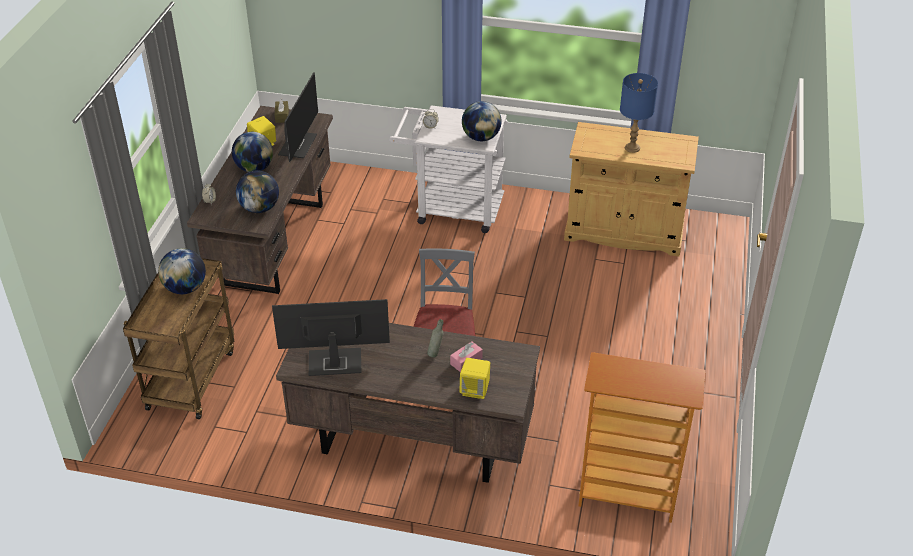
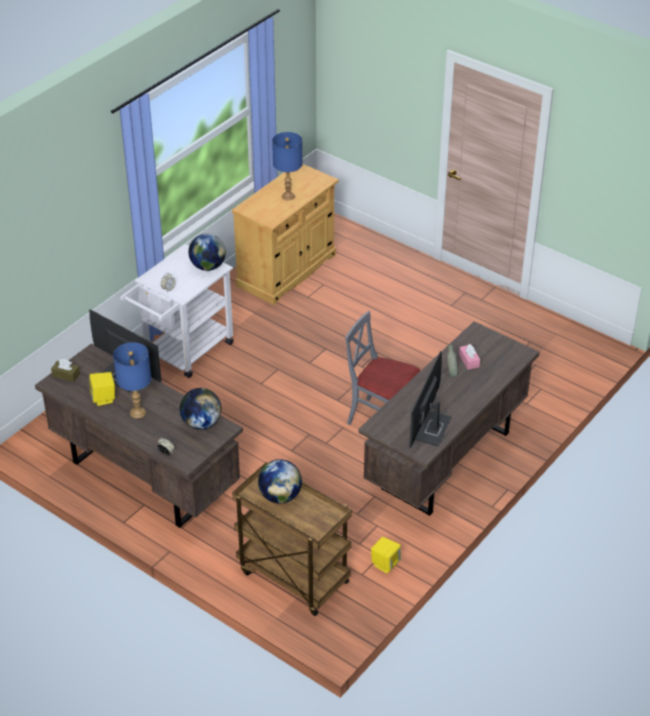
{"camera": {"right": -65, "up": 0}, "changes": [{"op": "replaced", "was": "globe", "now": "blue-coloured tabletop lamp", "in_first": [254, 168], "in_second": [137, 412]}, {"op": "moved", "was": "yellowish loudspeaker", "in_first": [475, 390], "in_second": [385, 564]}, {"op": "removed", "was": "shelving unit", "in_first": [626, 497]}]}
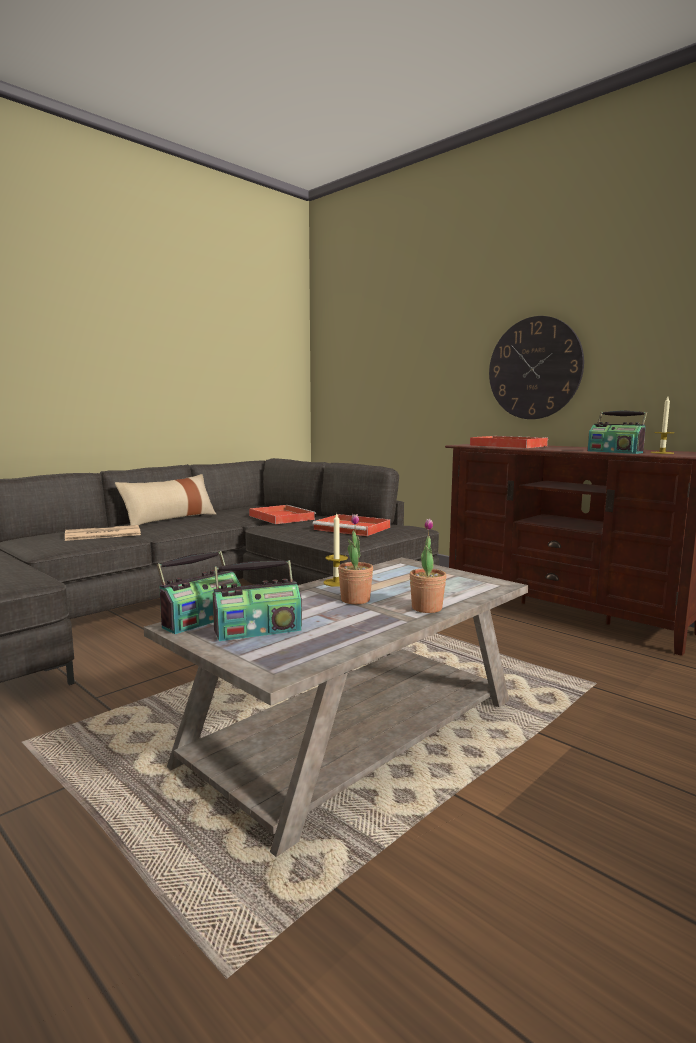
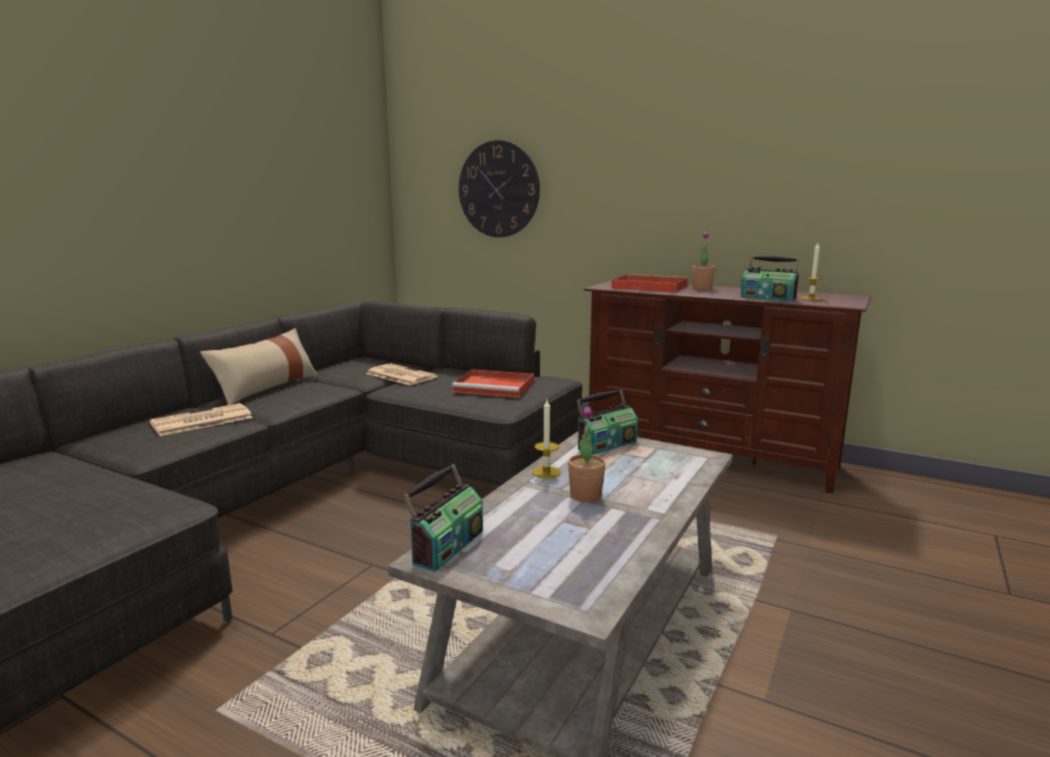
{"camera": {"right": -15, "up": 5}, "changes": [{"op": "moved", "was": "radio set", "in_first": [258, 630], "in_second": [606, 445]}, {"op": "replaced", "was": "red-coloured tray", "now": "daily paper", "in_first": [280, 517], "in_second": [400, 375]}, {"op": "moved", "was": "potted plant", "in_first": [426, 608], "in_second": [702, 288]}, {"op": "moved", "was": "wall clock", "in_first": [534, 368], "in_second": [498, 189]}]}
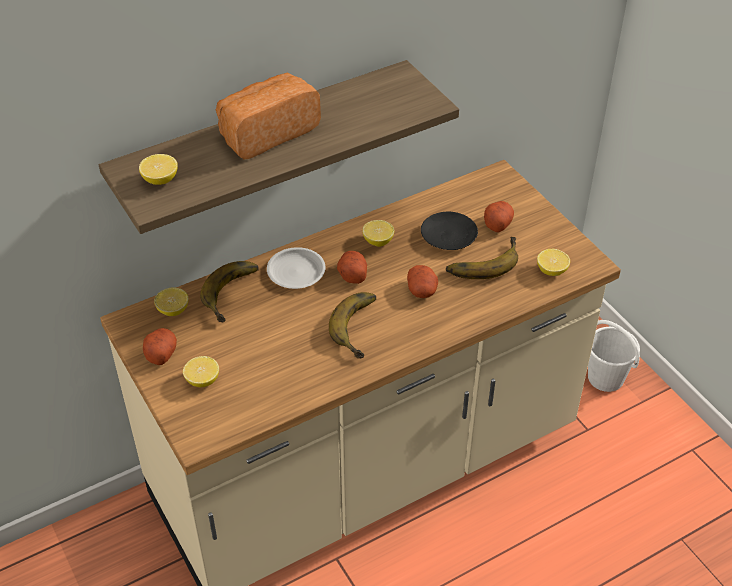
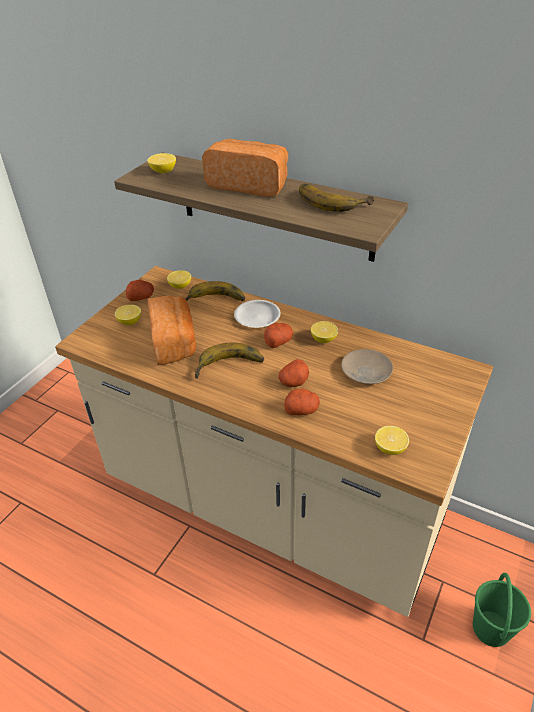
{"camera": {"right": 60, "up": -5}, "changes": [{"op": "recoloured", "was": "black flat dish", "now": "beige-coloured flat dish", "in_first": [449, 237], "in_second": [366, 372]}, {"op": "moved", "was": "whole banana", "in_first": [481, 261], "in_second": [332, 200]}, {"op": "moved", "was": "potato", "in_first": [497, 223], "in_second": [302, 410]}, {"op": "recoloured", "was": "whitish water bucket", "now": "green water bucket", "in_first": [606, 378], "in_second": [491, 629]}, {"op": "added", "now": "baked bread", "in_second": [174, 342]}]}
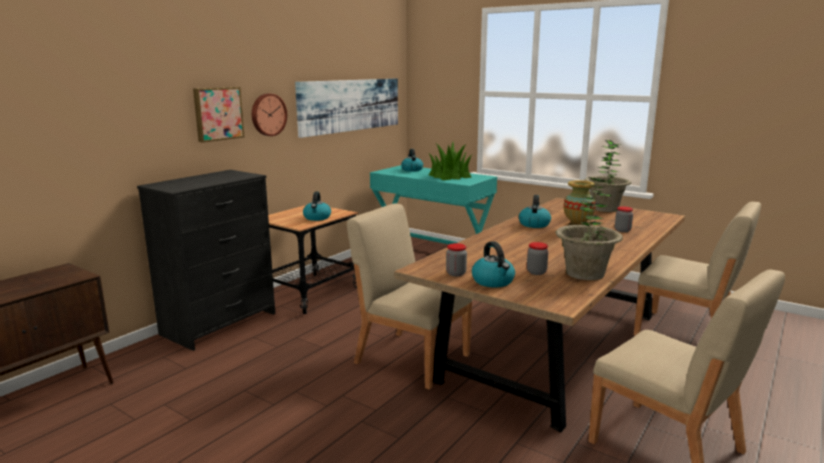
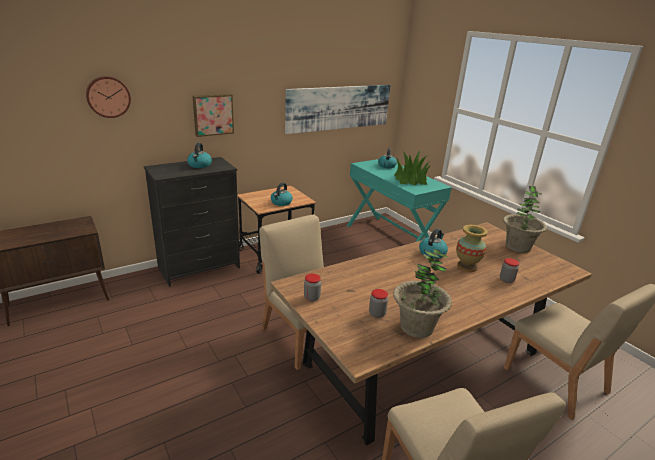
{"camera": {"right": 20, "up": 10}, "changes": [{"op": "moved", "was": "wall clock", "in_first": [268, 114], "in_second": [108, 96]}, {"op": "moved", "was": "kettle", "in_first": [493, 281], "in_second": [199, 165]}]}
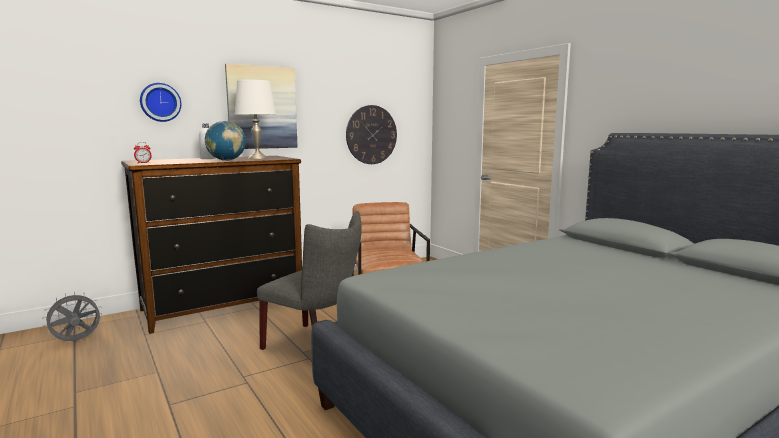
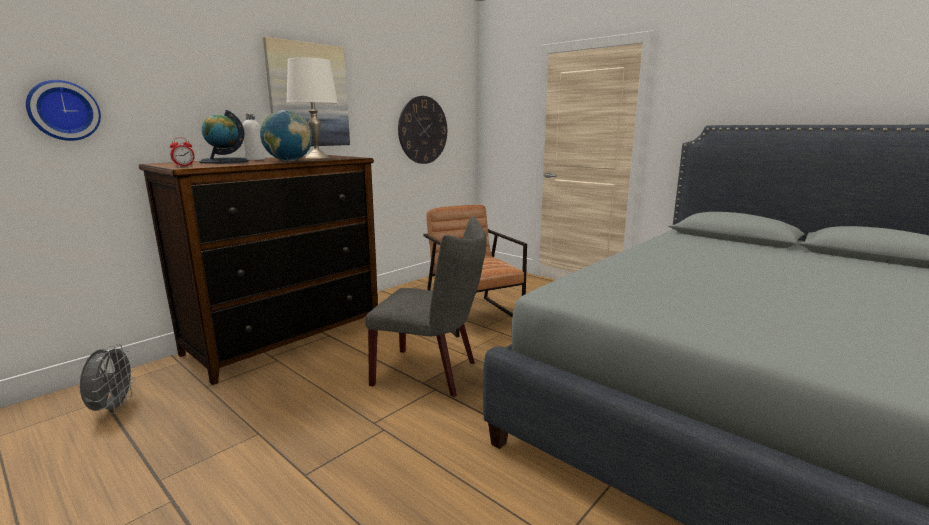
{"camera": {"right": -15, "up": 5}, "changes": [{"op": "turned", "was": "grey cooling fan", "in_first": [76, 341], "in_second": [113, 408], "clockwise": 135}, {"op": "moved", "was": "wall clock", "in_first": [160, 102], "in_second": [63, 110]}, {"op": "added", "now": "globe", "in_second": [224, 161]}]}
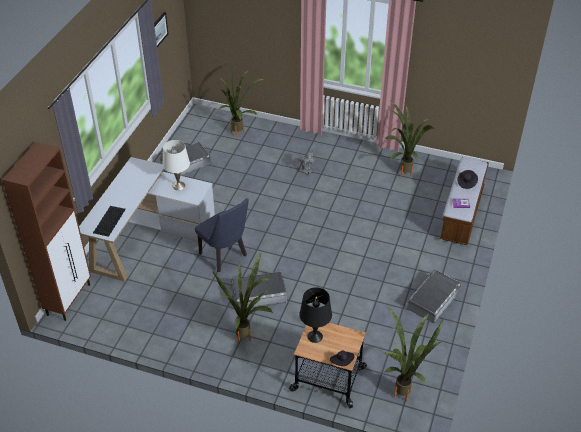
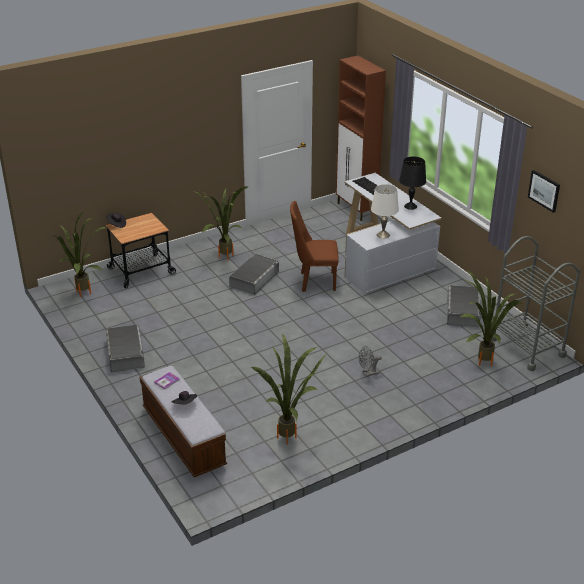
{"camera": {"right": 130, "up": -10}, "changes": [{"op": "recoloured", "was": "blue-coloured upright chair", "now": "brown upright chair", "in_first": [225, 257], "in_second": [314, 281]}, {"op": "moved", "was": "black tabletop lamp", "in_first": [314, 336], "in_second": [410, 206]}, {"op": "added", "now": "grey wheeled cart", "in_second": [527, 347]}]}
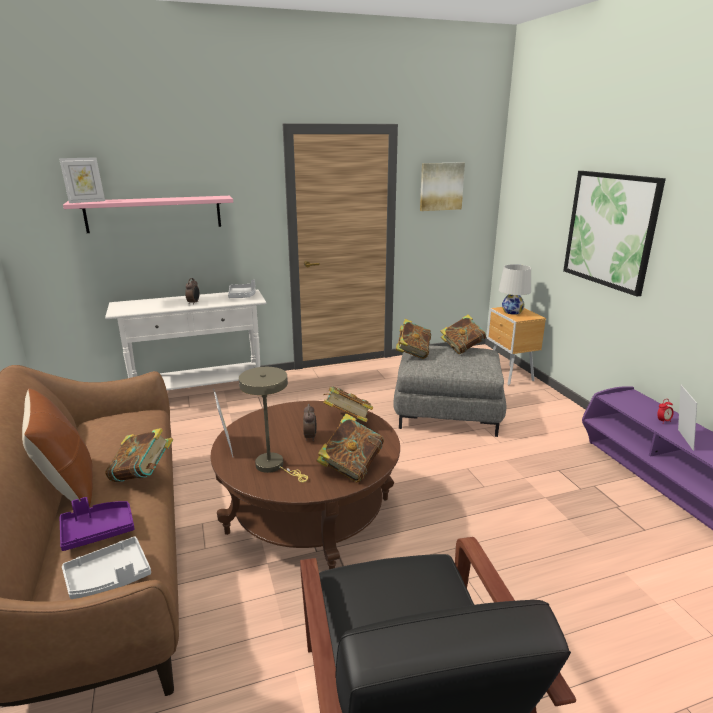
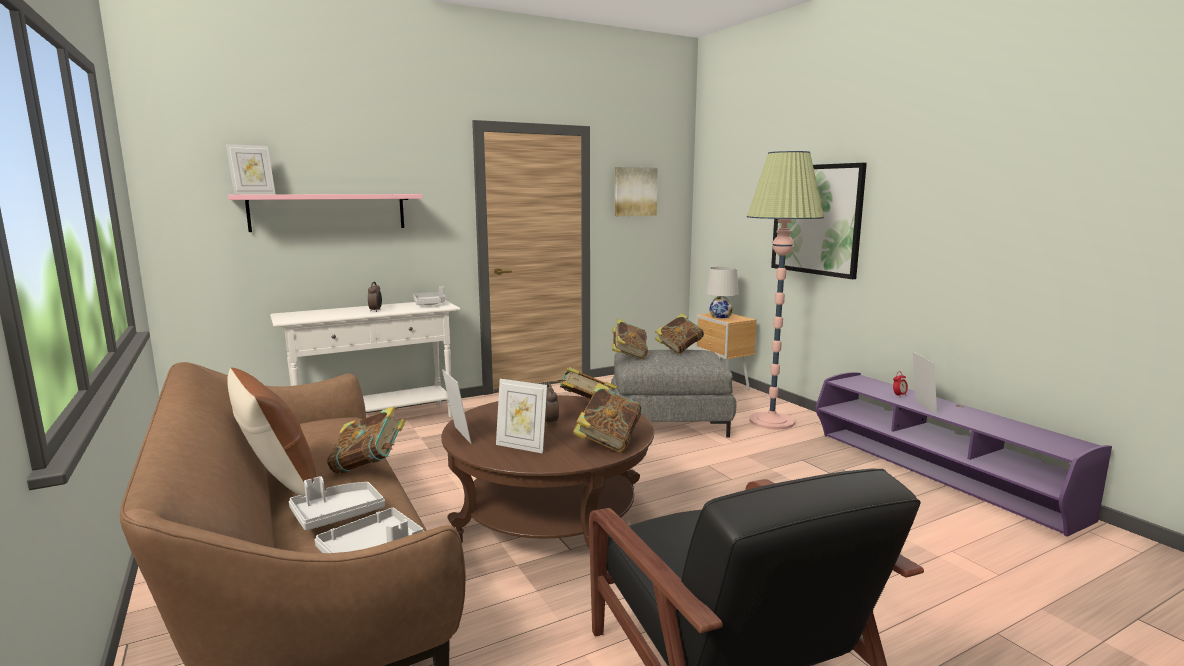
{"camera": {"right": -10, "up": -10}, "changes": [{"op": "recoloured", "was": "purplish tray", "now": "grey tray", "in_first": [97, 531], "in_second": [337, 514]}, {"op": "replaced", "was": "beige-coloured tabletop lamp", "now": "picture frame", "in_first": [274, 466], "in_second": [521, 447]}, {"op": "added", "now": "standard lamp", "in_second": [771, 421]}]}
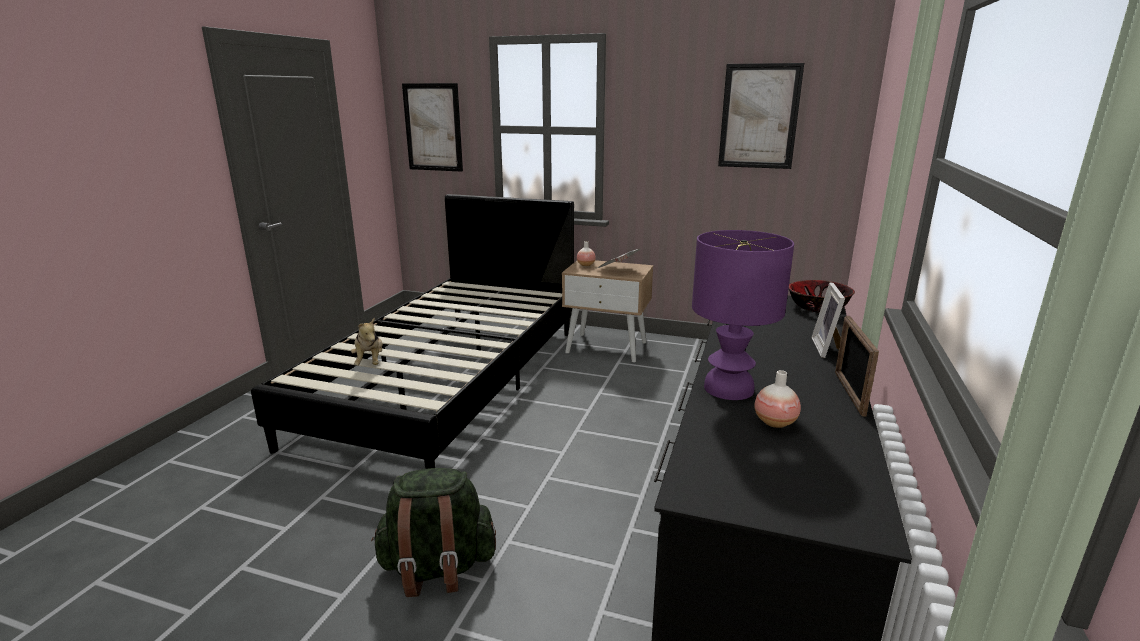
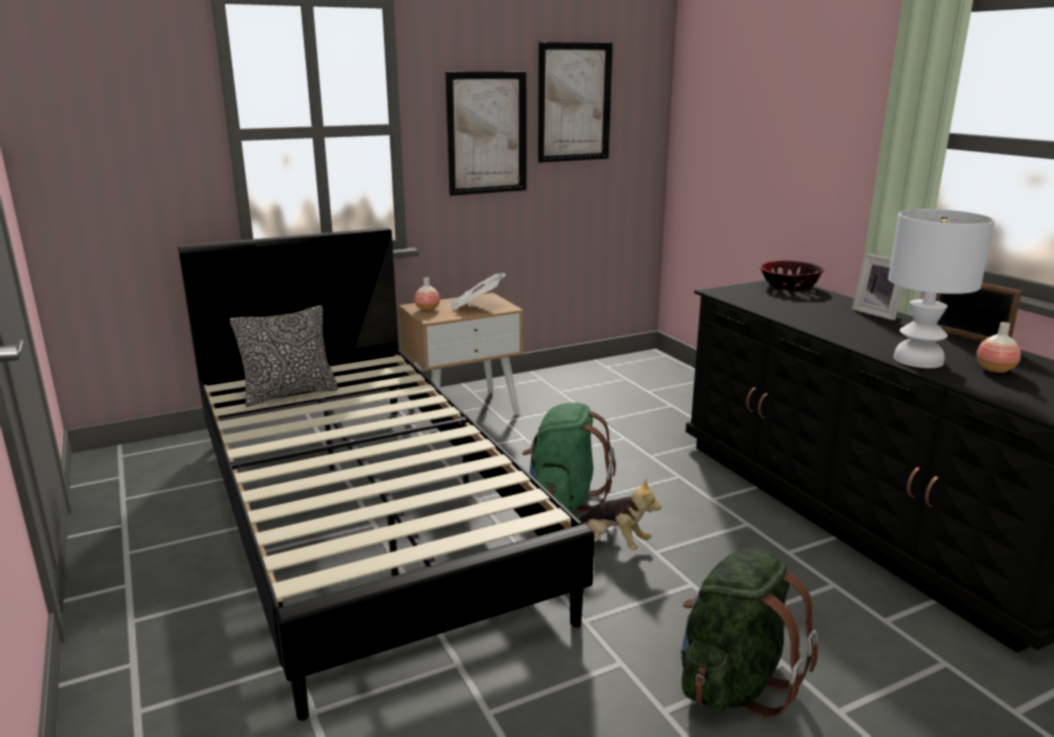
{"camera": {"right": -45, "up": 0}, "changes": [{"op": "moved", "was": "cuddly toy", "in_first": [370, 362], "in_second": [613, 542]}, {"op": "moved", "was": "picture", "in_first": [433, 127], "in_second": [487, 133]}, {"op": "recoloured", "was": "purplish tabletop lamp", "now": "whitish tabletop lamp", "in_first": [730, 389], "in_second": [919, 360]}, {"op": "added", "now": "pillow", "in_second": [289, 394]}, {"op": "added", "now": "green backpack", "in_second": [564, 500]}]}
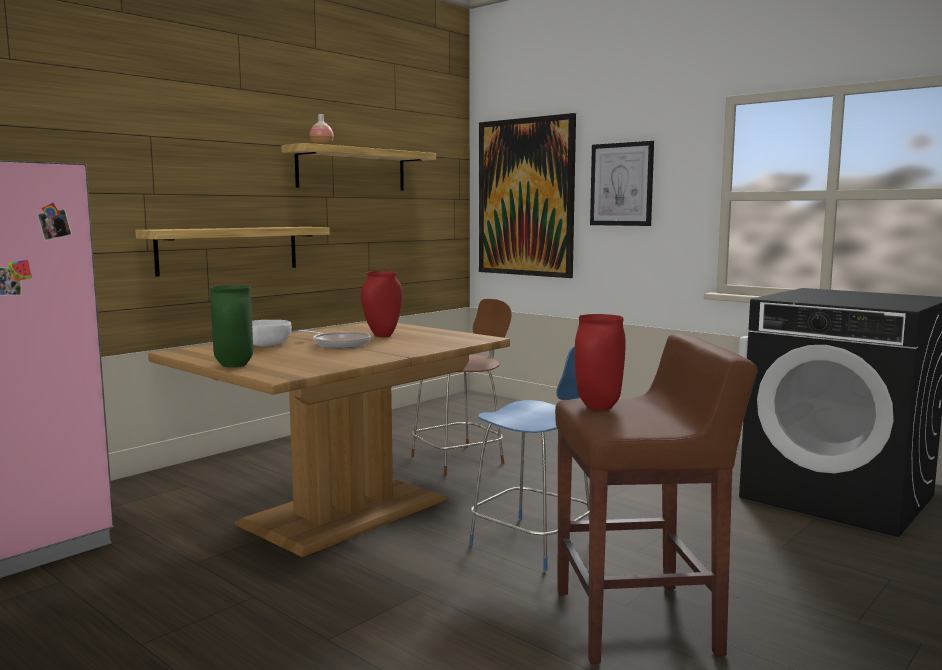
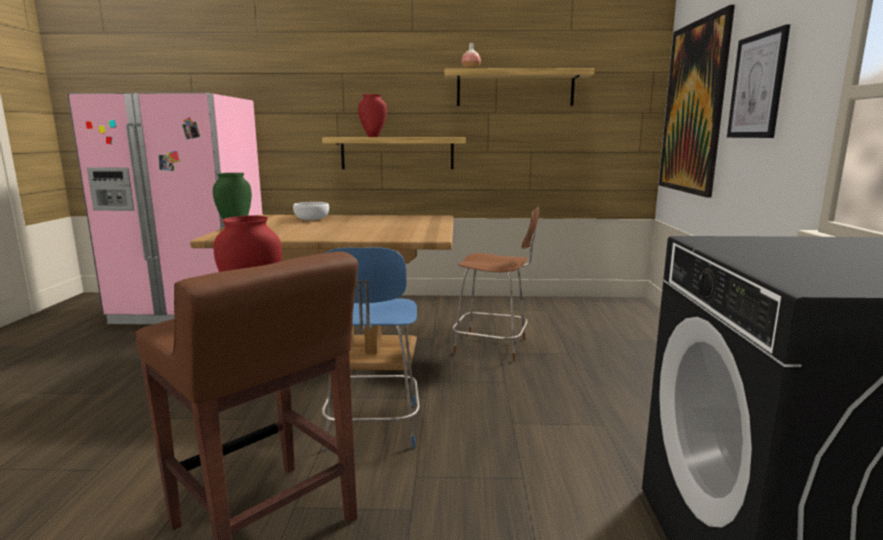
{"camera": {"right": 50, "up": 5}, "changes": [{"op": "removed", "was": "pan", "in_first": [339, 344]}, {"op": "moved", "was": "red-coloured vase", "in_first": [383, 336], "in_second": [373, 137]}]}
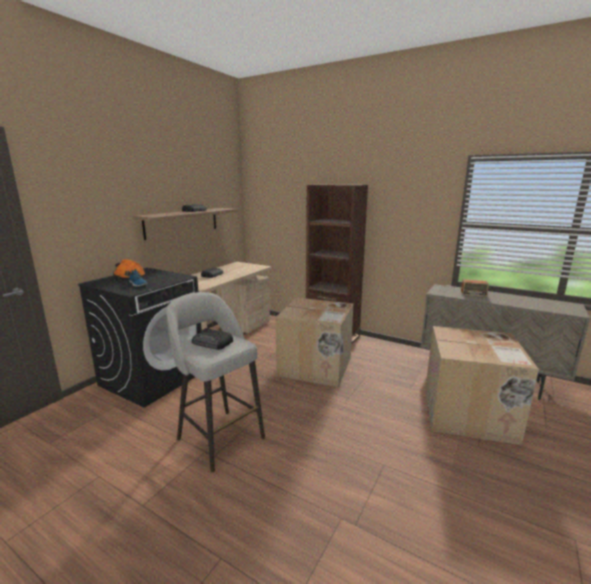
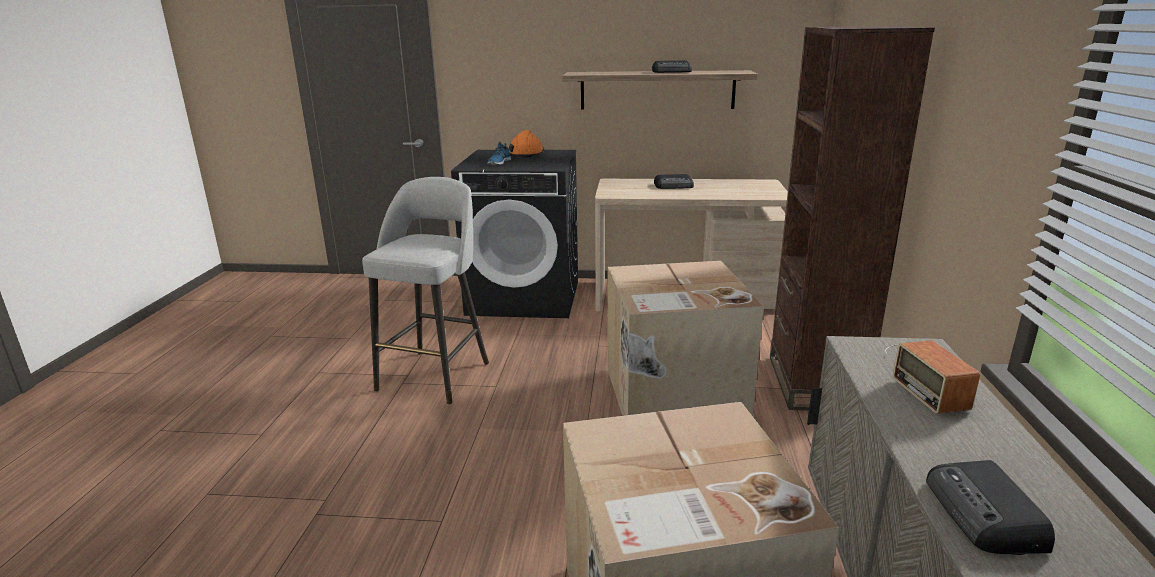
{"camera": {"right": 65, "up": 5}, "changes": [{"op": "moved", "was": "radio set", "in_first": [212, 343], "in_second": [985, 515]}]}
